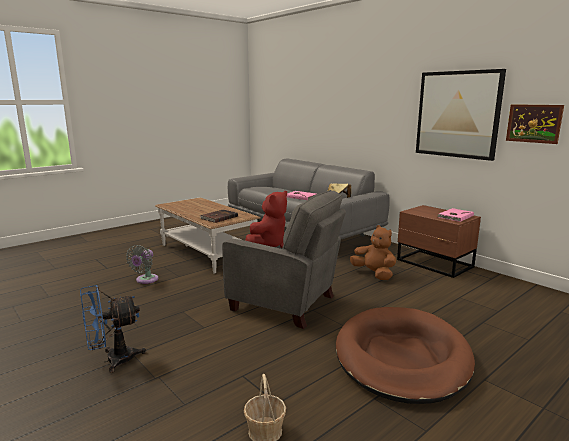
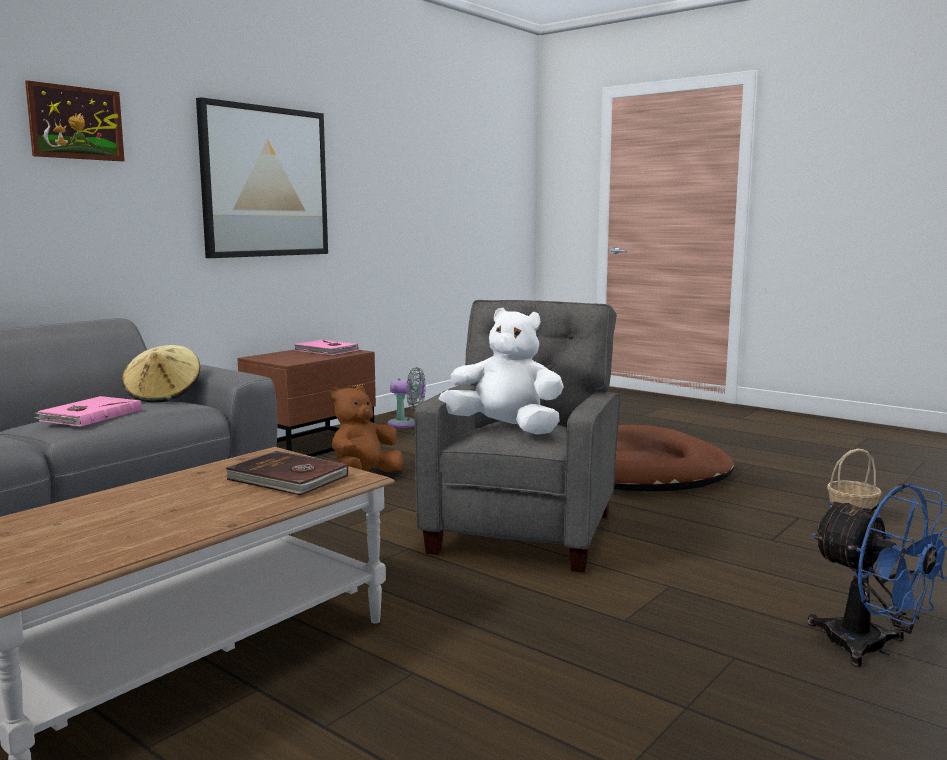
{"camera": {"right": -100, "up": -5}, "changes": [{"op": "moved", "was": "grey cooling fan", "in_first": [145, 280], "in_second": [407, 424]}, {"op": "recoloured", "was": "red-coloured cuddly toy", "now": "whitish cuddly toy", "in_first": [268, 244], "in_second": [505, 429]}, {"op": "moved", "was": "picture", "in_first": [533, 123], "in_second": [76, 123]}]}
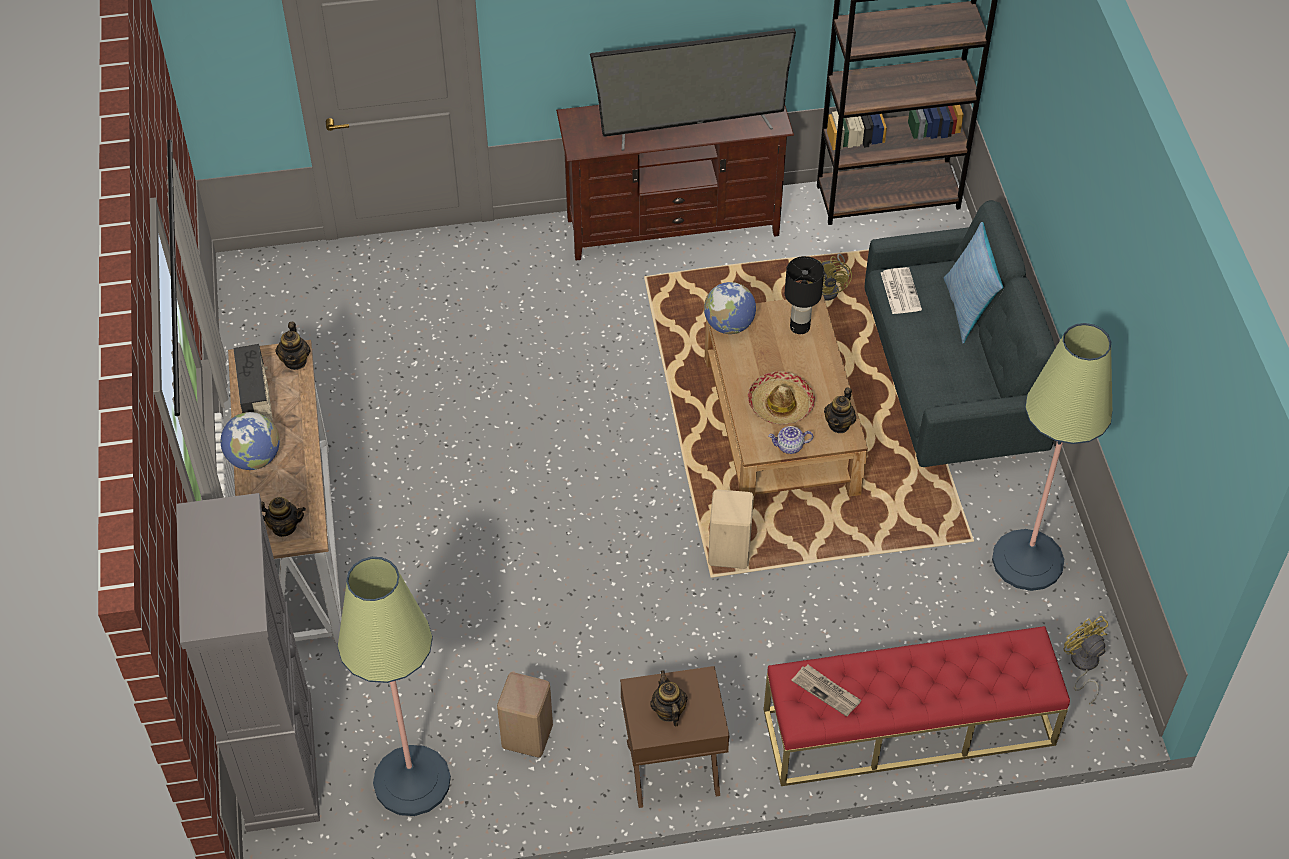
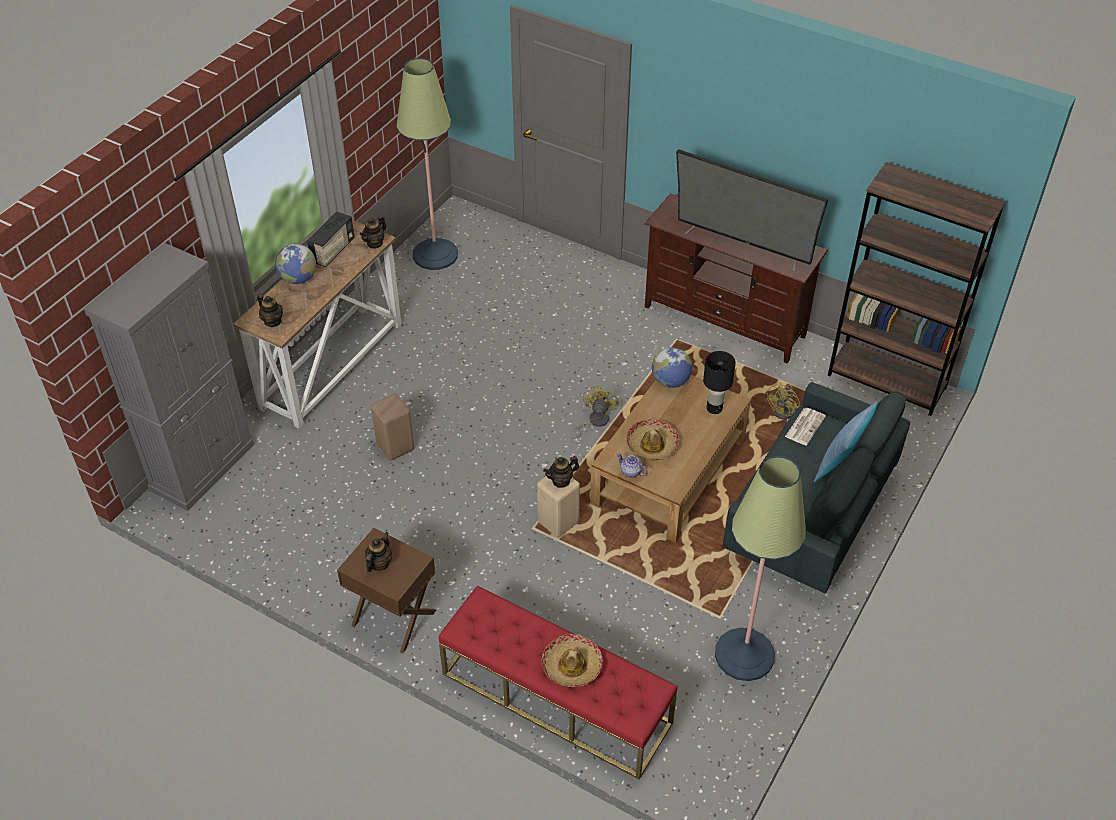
{"camera": {"right": 40, "up": -5}, "changes": [{"op": "moved", "was": "standard lamp", "in_first": [412, 781], "in_second": [435, 255]}, {"op": "moved", "was": "beige-coloured stool", "in_first": [525, 737], "in_second": [394, 446]}, {"op": "removed", "was": "daily paper", "in_first": [826, 691]}, {"op": "moved", "was": "tea pot", "in_first": [839, 424], "in_second": [561, 481]}, {"op": "moved", "was": "yellowish cooling fan", "in_first": [1083, 665], "in_second": [594, 421]}, {"op": "added", "now": "hat", "in_second": [572, 666]}]}
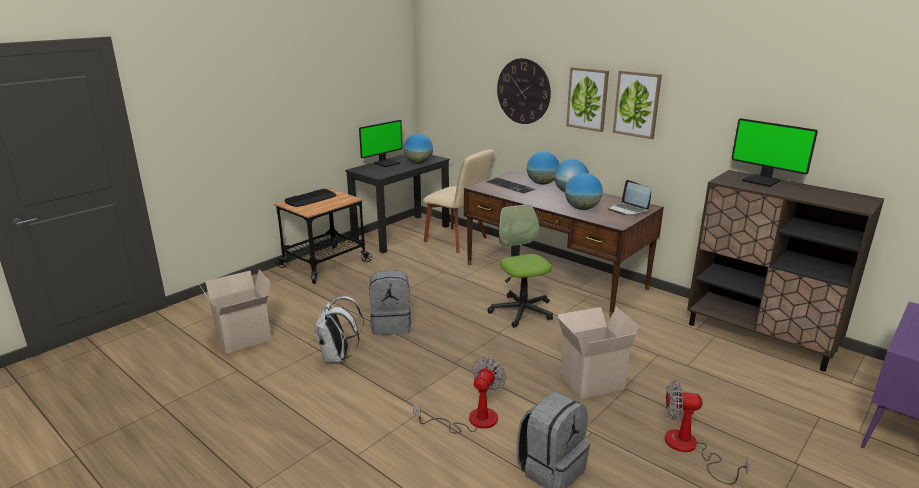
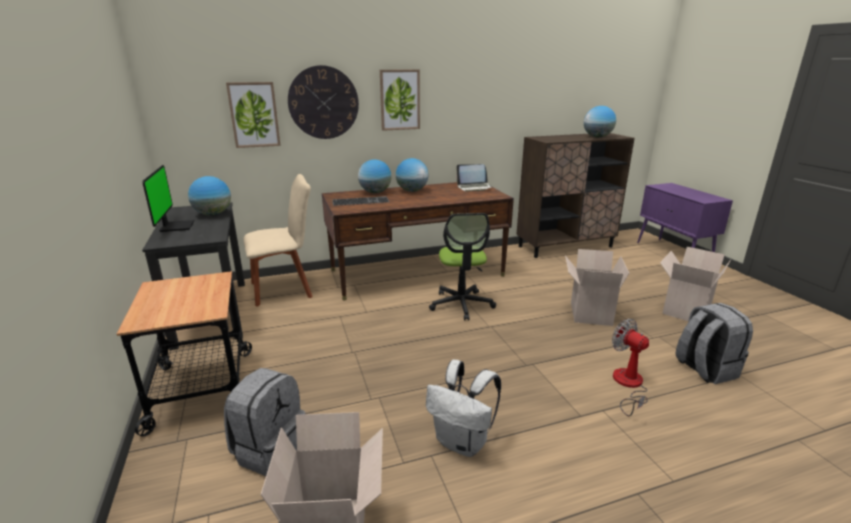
{"camera": {"right": -60, "up": 0}, "changes": [{"op": "removed", "was": "computer keyboard", "in_first": [311, 198]}, {"op": "moved", "was": "grey backpack", "in_first": [391, 325], "in_second": [270, 449]}, {"op": "turned", "was": "office chair", "in_first": [521, 311], "in_second": [461, 304], "clockwise": -105}, {"op": "moved", "was": "globe", "in_first": [582, 209], "in_second": [597, 137]}, {"op": "moved", "was": "picture", "in_first": [637, 104], "in_second": [254, 115]}, {"op": "replaced", "was": "cooling fan", "now": "cardboard box", "in_first": [689, 449], "in_second": [684, 310]}, {"op": "removed", "was": "monitor", "in_first": [762, 181]}]}
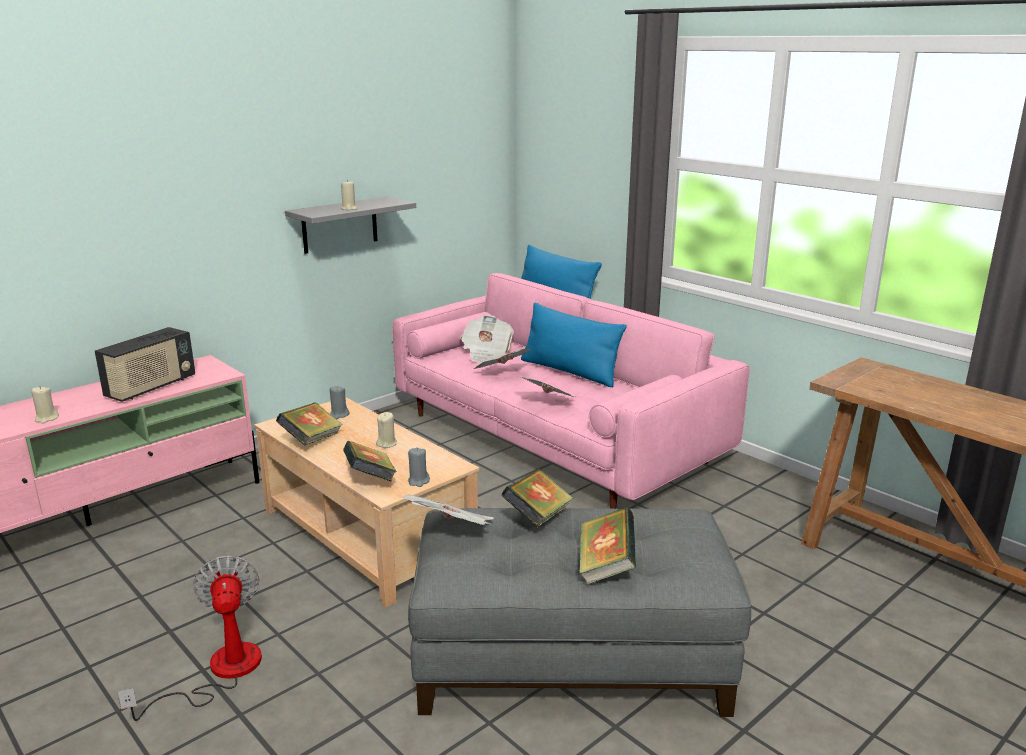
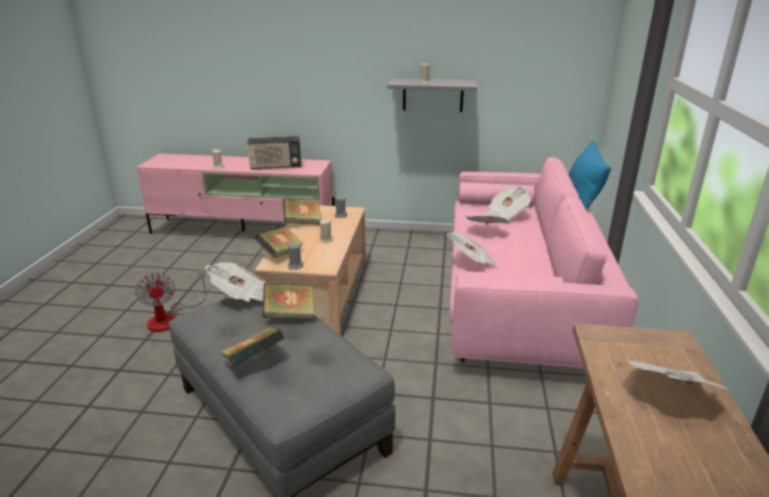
{"camera": {"right": 50, "up": 5}, "changes": [{"op": "turned", "was": "cooling fan", "in_first": [219, 672], "in_second": [170, 318], "clockwise": 120}, {"op": "removed", "was": "blue-coloured pillow", "in_first": [569, 371]}, {"op": "added", "now": "daily paper", "in_second": [672, 394]}]}
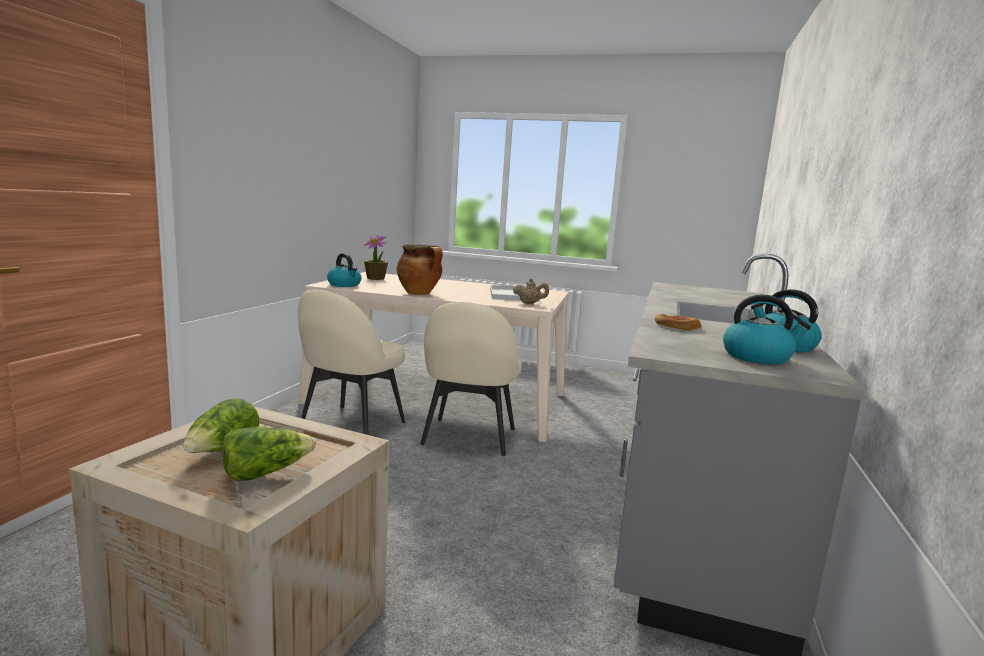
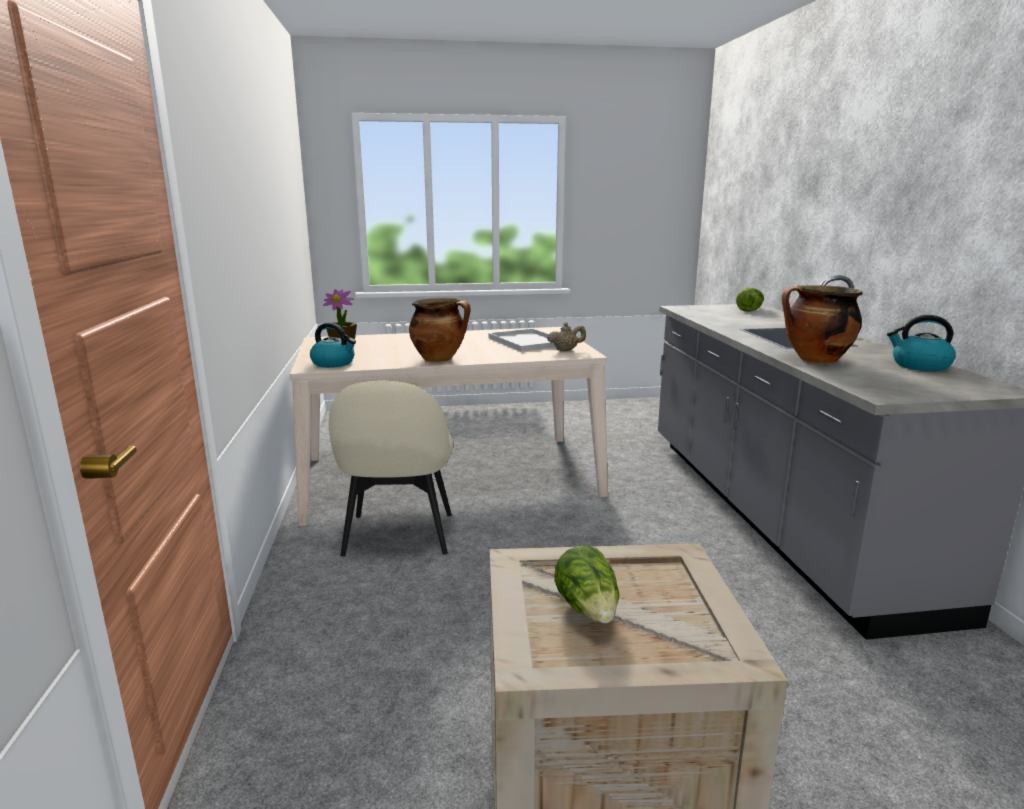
{"camera": {"right": -25, "up": 5}, "changes": [{"op": "moved", "was": "lettuce head", "in_first": [265, 473], "in_second": [749, 310]}, {"op": "removed", "was": "beige-coloured upright chair", "in_first": [468, 438]}, {"op": "replaced", "was": "baked bread", "now": "stockpot", "in_first": [677, 326], "in_second": [815, 360]}, {"op": "removed", "was": "kettle", "in_first": [757, 357]}]}
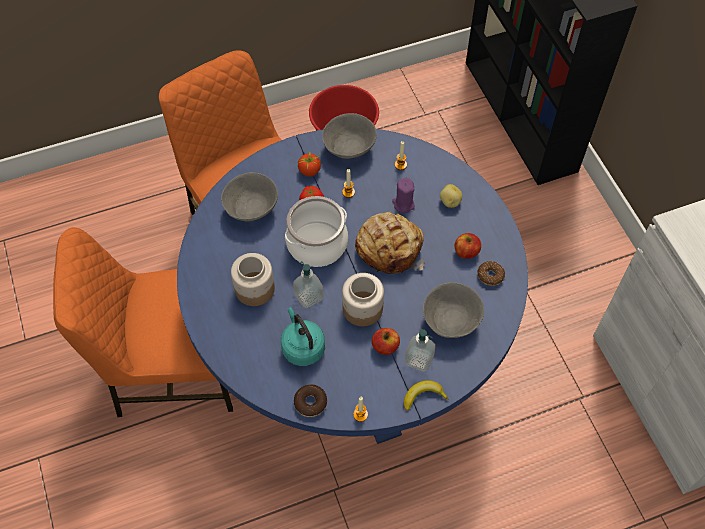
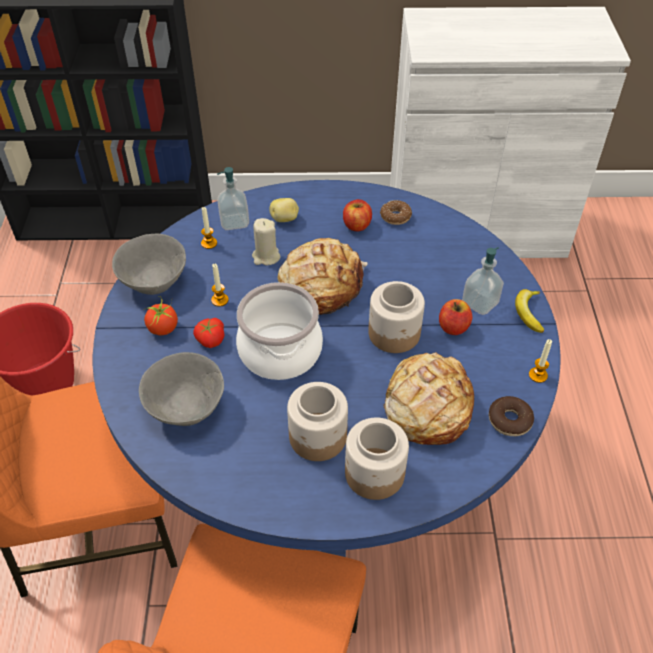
{"camera": {"right": -70, "up": -10}, "changes": [{"op": "replaced", "was": "blue-green kettle", "now": "baked bread", "in_first": [302, 347], "in_second": [426, 407]}, {"op": "moved", "was": "soap bottle", "in_first": [308, 296], "in_second": [234, 222]}, {"op": "recoloured", "was": "purplish candle", "now": "beige-coloured candle", "in_first": [403, 204], "in_second": [266, 257]}, {"op": "removed", "was": "grey serving bowl", "in_first": [450, 320]}, {"op": "added", "now": "preserve jar", "in_second": [374, 474]}]}
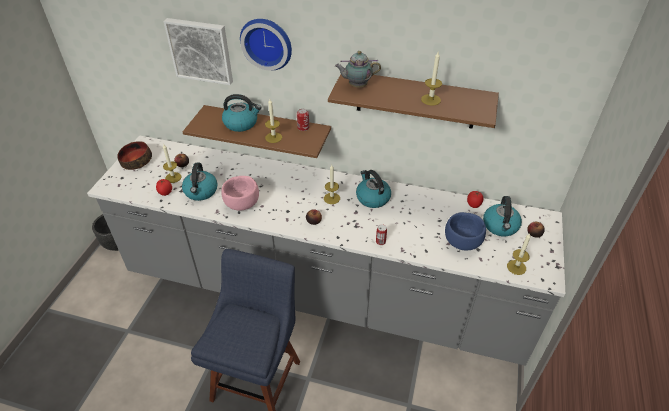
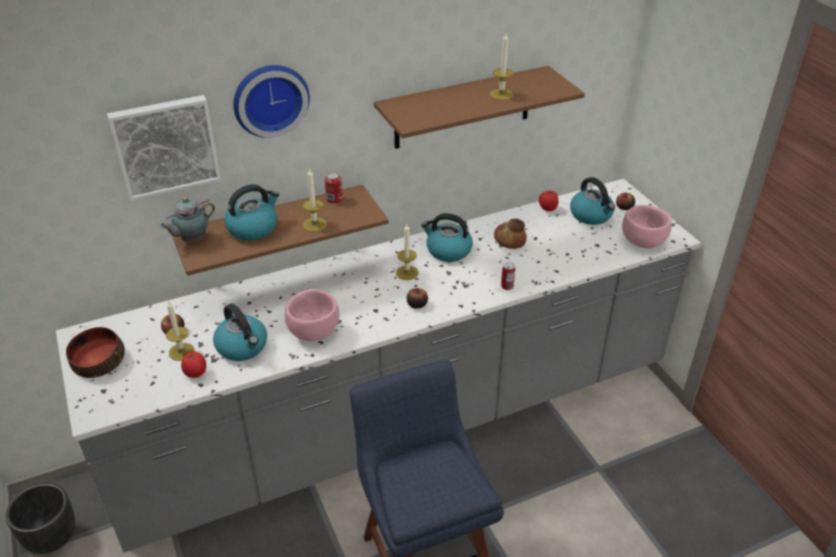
{"camera": {"right": -40, "up": -5}, "changes": [{"op": "moved", "was": "tea pot", "in_first": [356, 86], "in_second": [192, 240]}, {"op": "removed", "was": "blue-coloured serving bowl", "in_first": [462, 242]}, {"op": "replaced", "was": "candle", "now": "pink serving bowl", "in_first": [516, 267], "in_second": [643, 242]}, {"op": "added", "now": "baked bread", "in_second": [510, 240]}]}
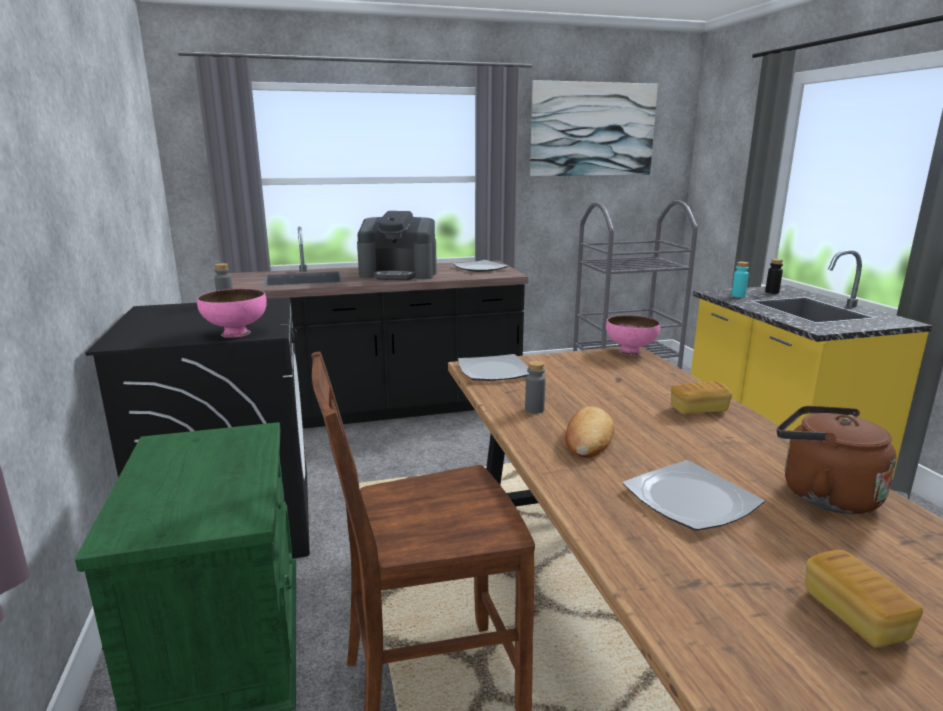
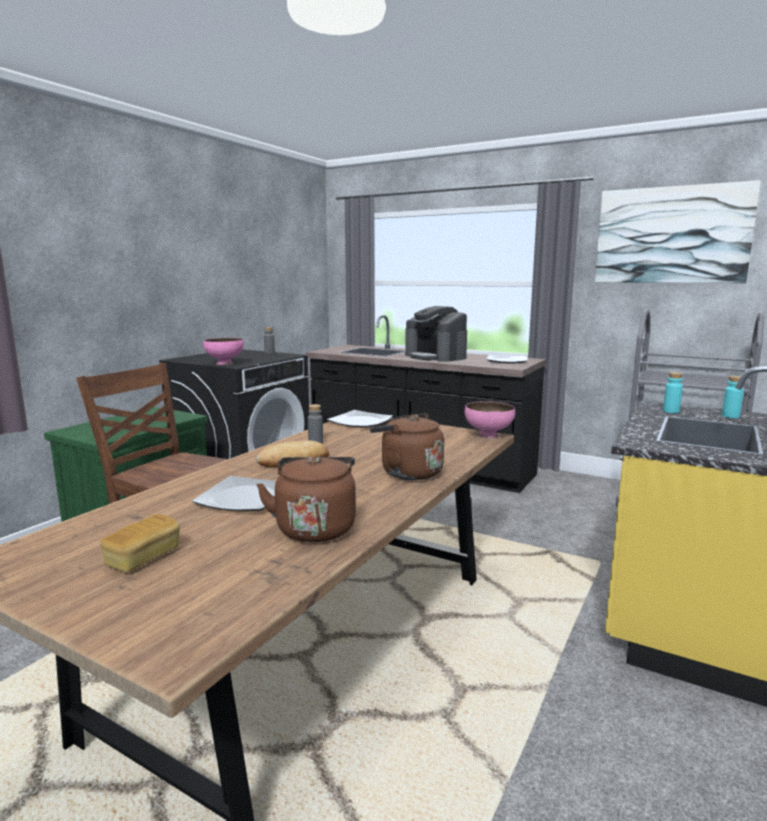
{"camera": {"right": 45, "up": -5}, "changes": [{"op": "replaced", "was": "baked bread", "now": "brown kettle", "in_first": [698, 410], "in_second": [407, 472]}, {"op": "recoloured", "was": "black bottle", "now": "blue-green bottle", "in_first": [772, 292], "in_second": [730, 416]}]}
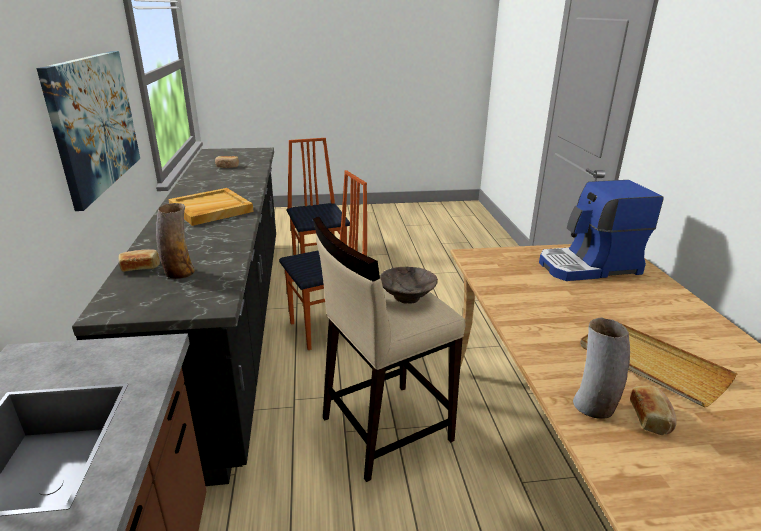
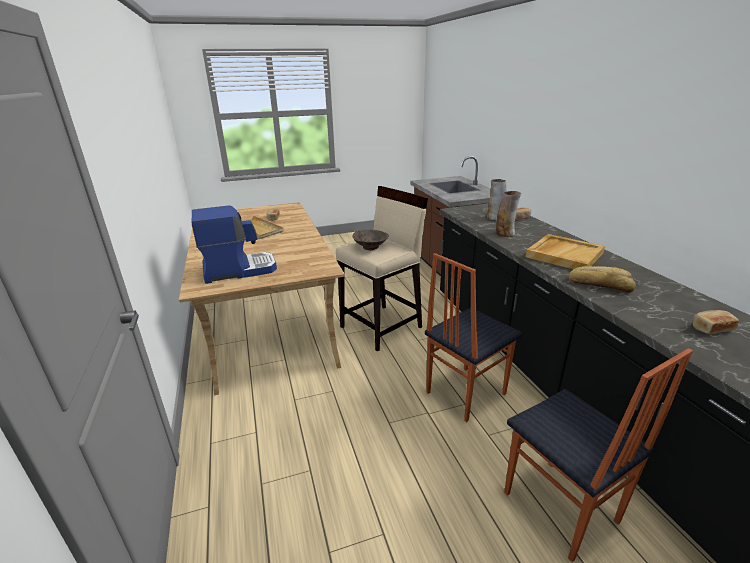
{"camera": {"right": 170, "up": 0}, "changes": [{"op": "removed", "was": "picture", "in_first": [95, 122]}, {"op": "moved", "was": "vase", "in_first": [594, 407], "in_second": [505, 234]}, {"op": "added", "now": "baked bread", "in_second": [600, 284]}]}
